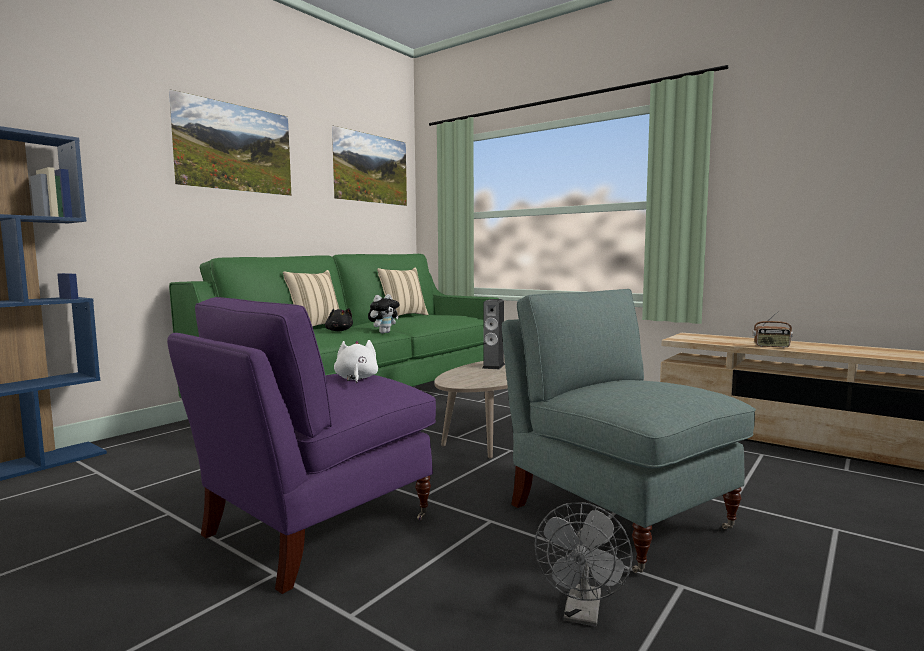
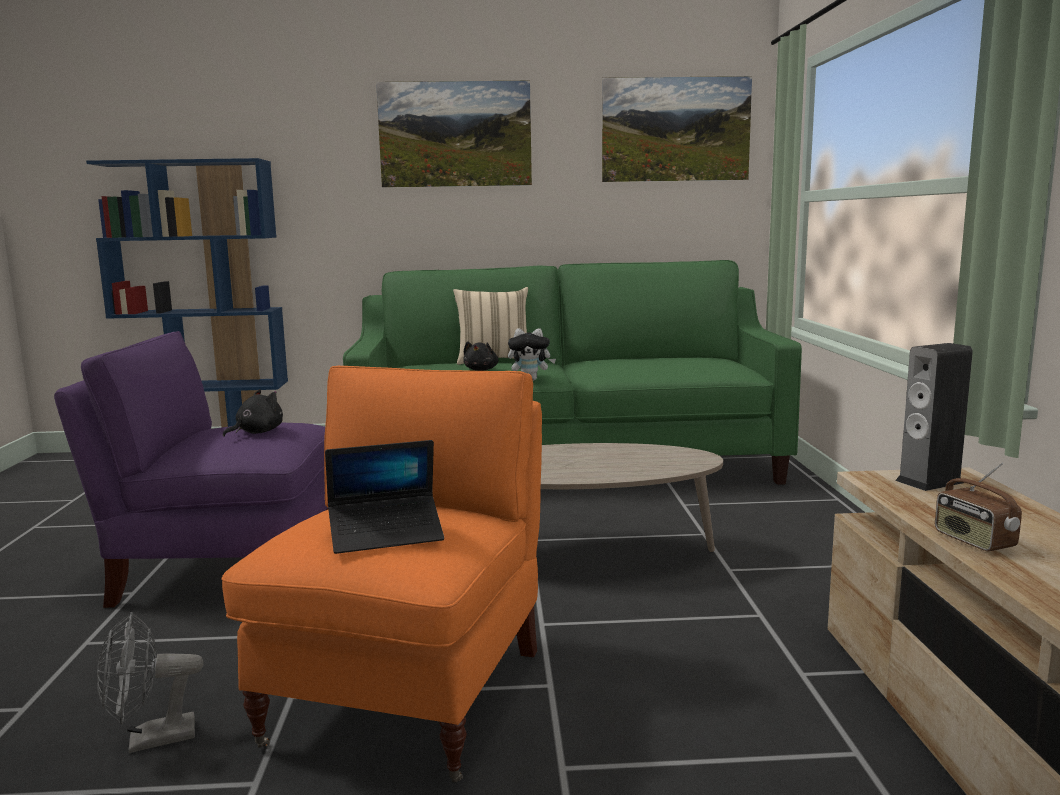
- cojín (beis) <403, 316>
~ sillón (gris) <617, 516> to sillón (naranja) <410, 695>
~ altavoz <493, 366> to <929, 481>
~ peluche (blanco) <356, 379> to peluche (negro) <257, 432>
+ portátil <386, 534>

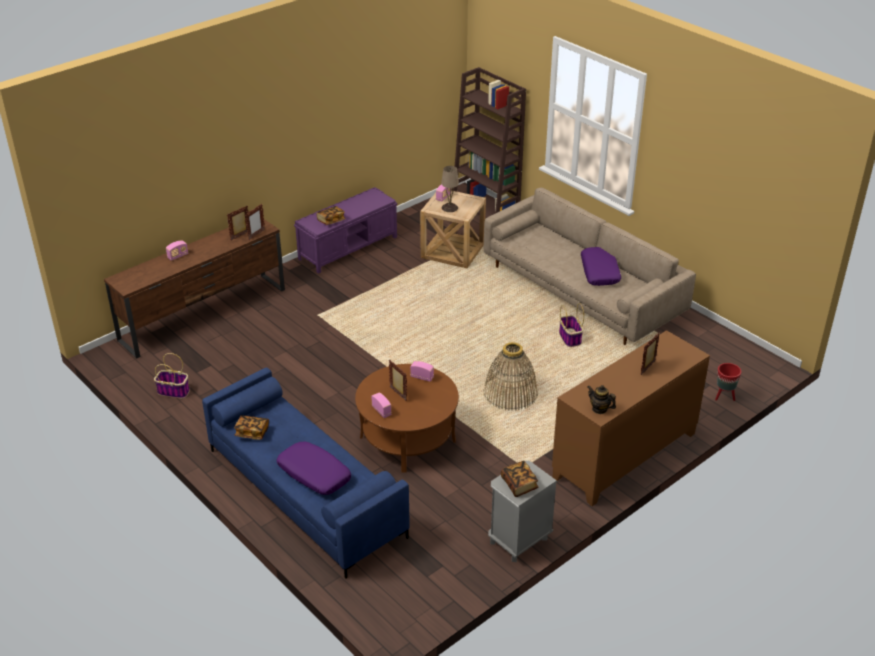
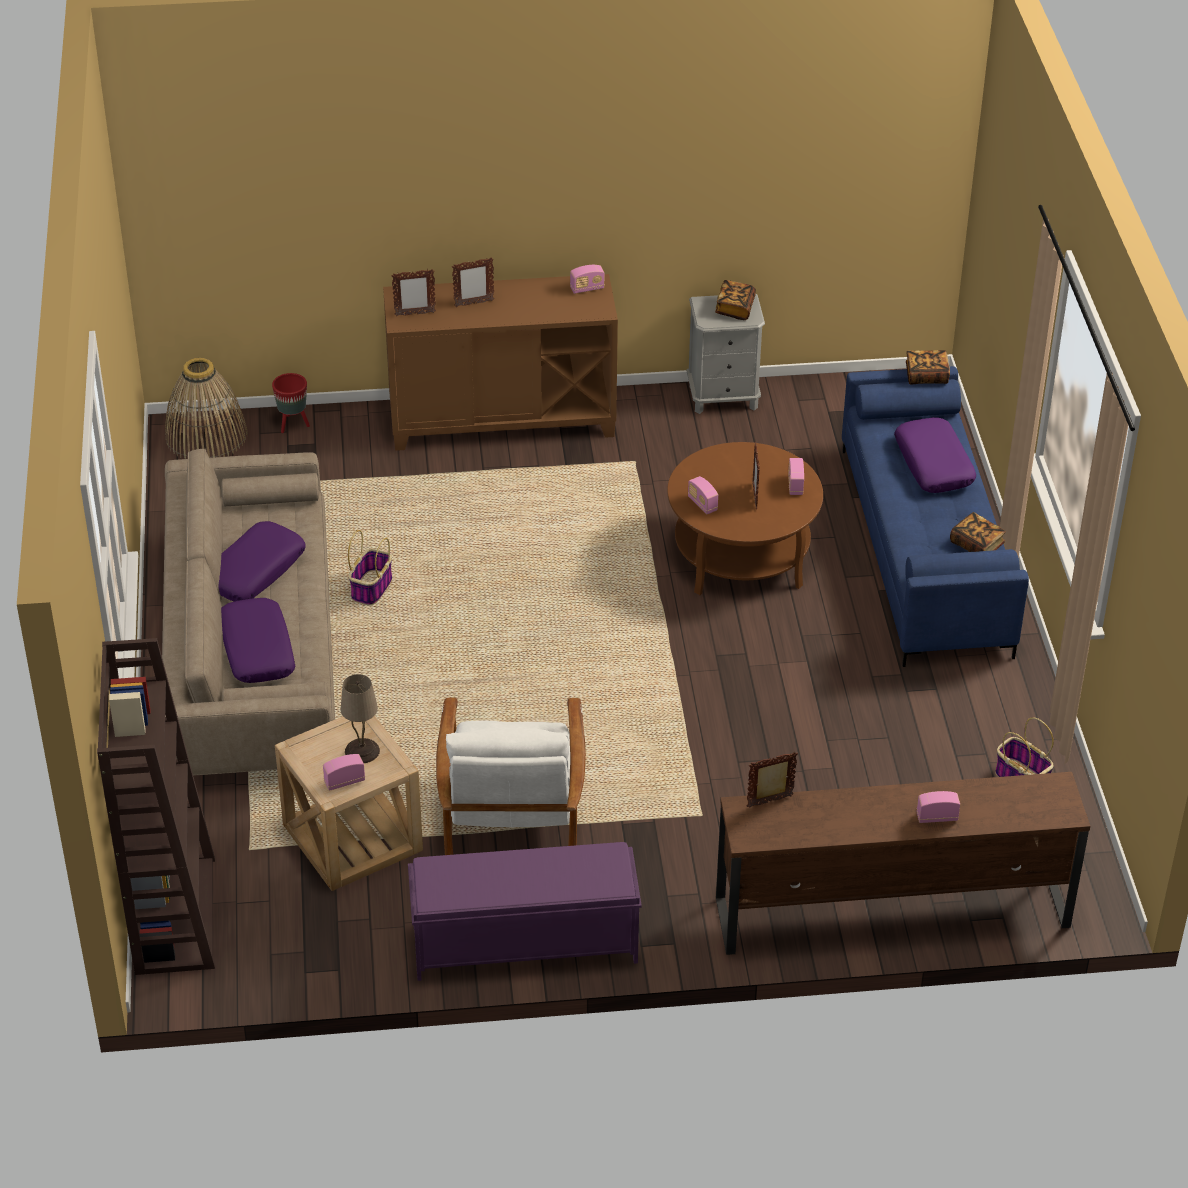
~ portarretratos <240, 236> to <414, 314>
~ libro <331, 221> to <926, 376>
~ cesta <510, 393> to <206, 436>
~ tetera <599, 409> to radio <587, 288>
+ cojín (morado) <256, 650>
+ sillón (blanco) <512, 818>

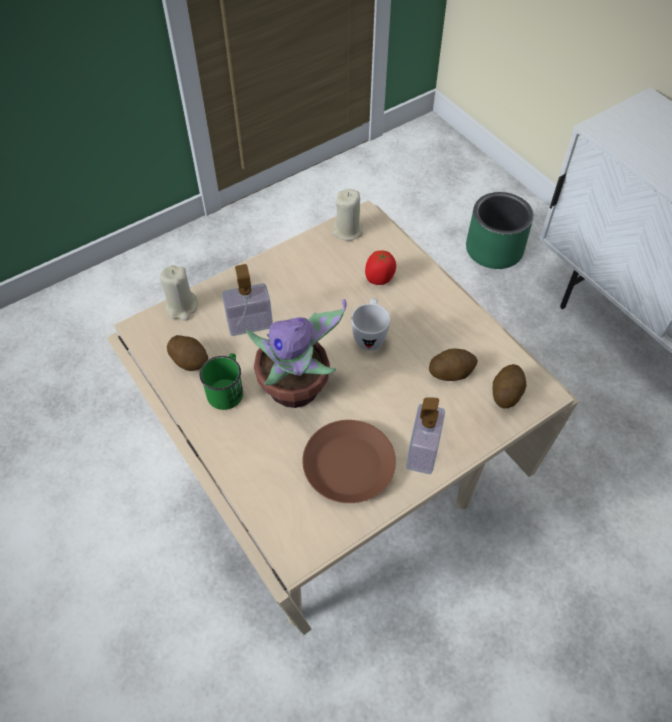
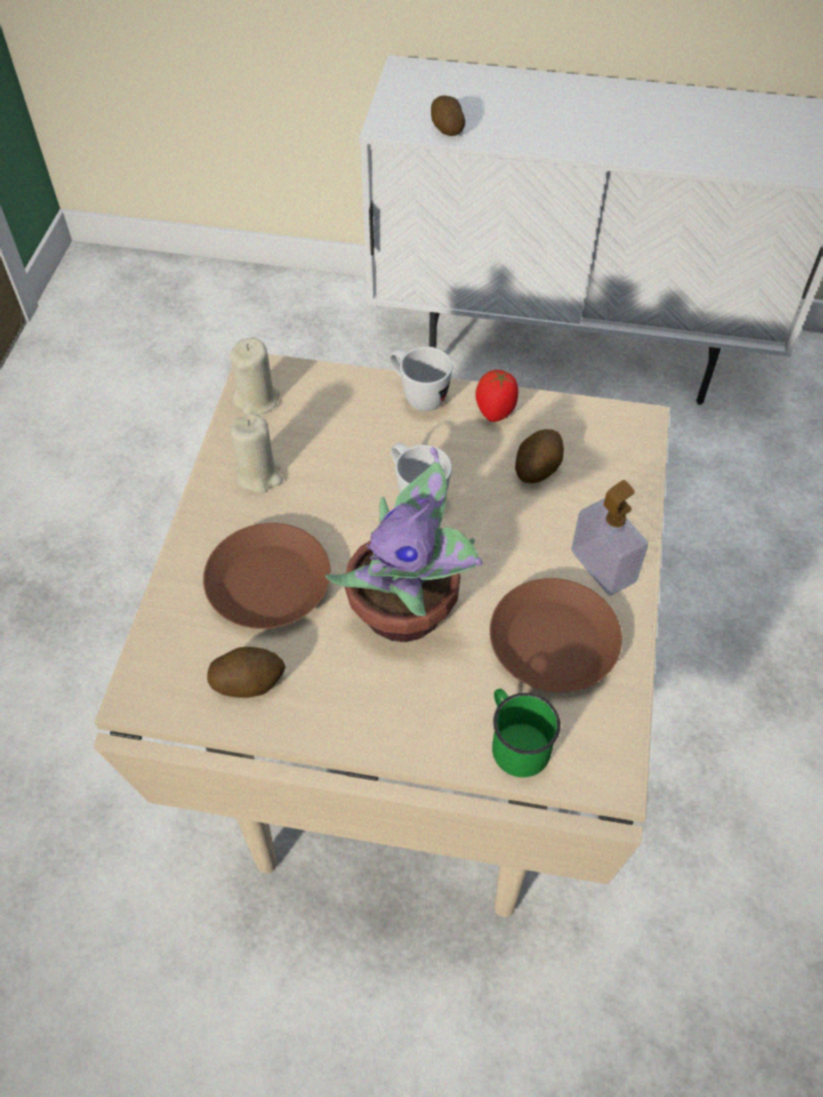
- maceta (verde) <493, 249>
~ tomate <380, 279> to <495, 412>
~ dispensador de jabón <250, 324> to plato (marrón) <269, 584>
~ vela (beis) <182, 307> to <259, 475>
~ taza grande (verde) <227, 389> to <515, 742>
~ patata <506, 393> to <446, 128>
+ taza grande (blanco) <418, 396>

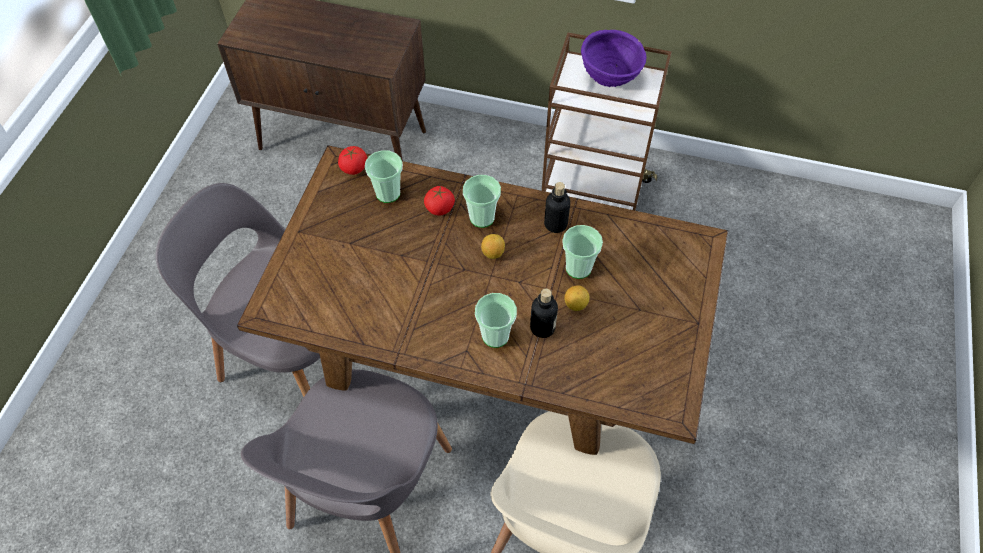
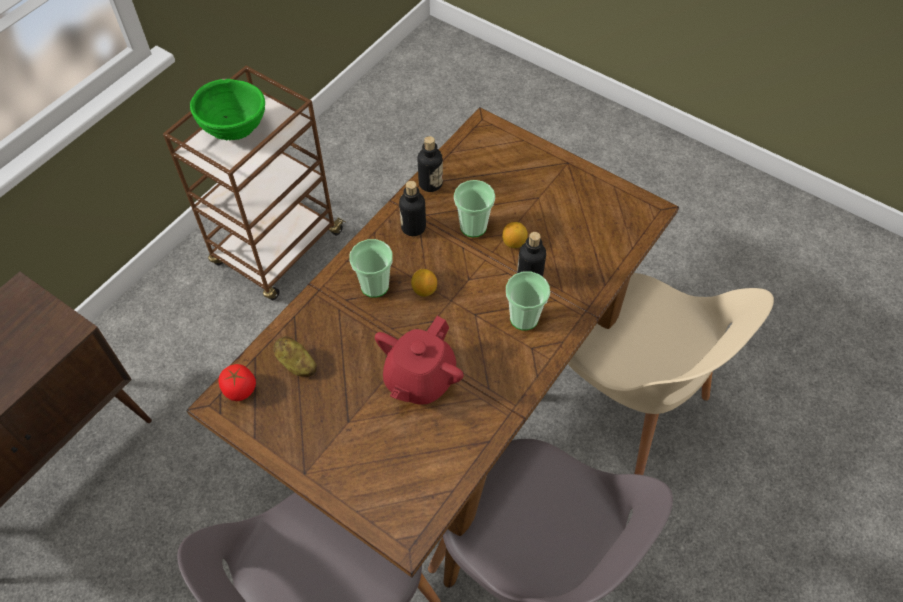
~ cuenco (morado) <609, 79> to cuenco (verde) <235, 131>
~ taza <388, 193> to patata <296, 364>
- tomate <439, 208>
+ botella <430, 183>
+ tetera (rojo) <419, 379>

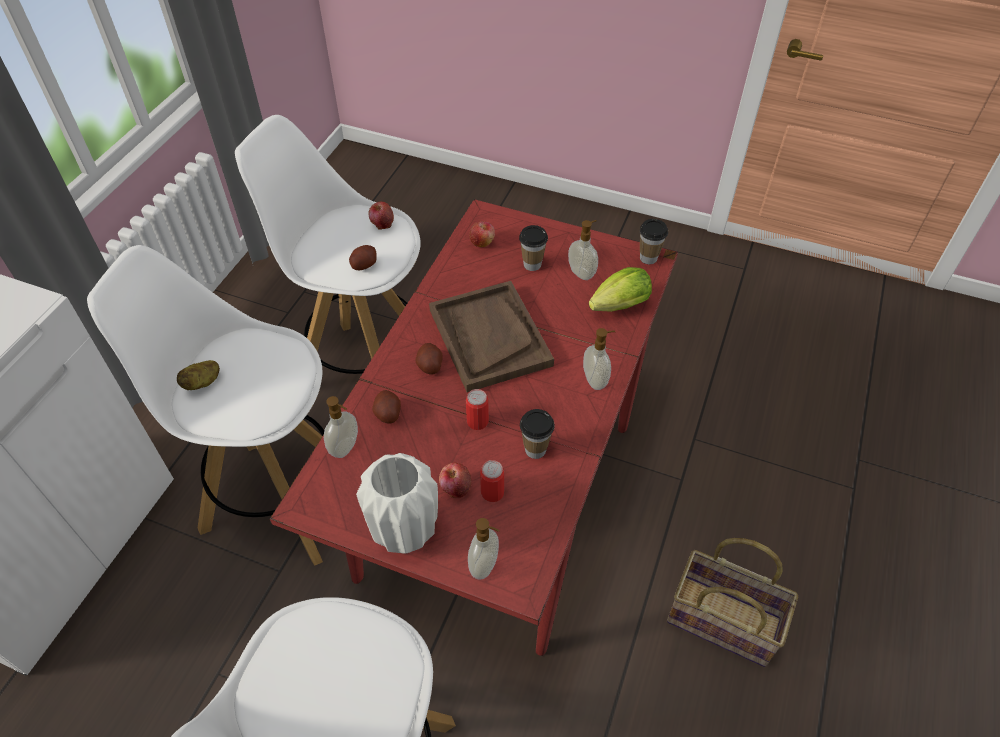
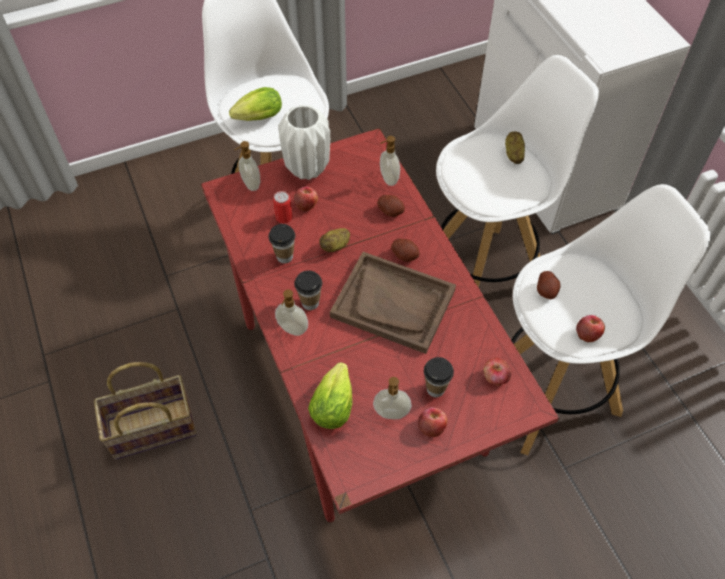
~ taza <648, 258> to <310, 303>
~ lata <477, 421> to patata <336, 246>
+ lechuga <256, 118>
+ manzana <431, 427>

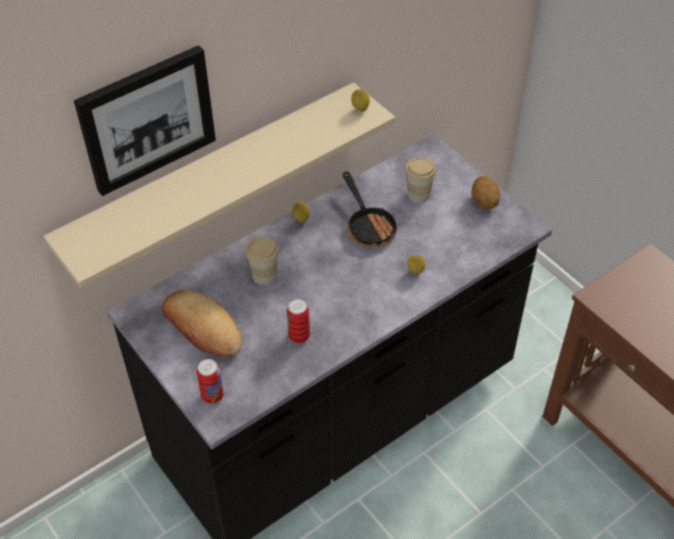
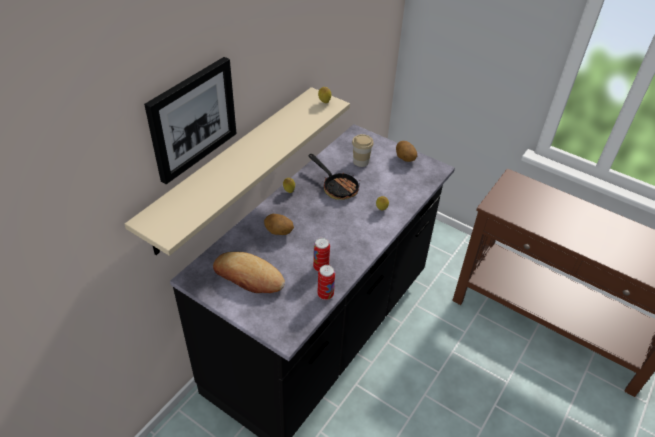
~ taza <264, 275> to patata <278, 232>
~ lata <212, 396> to <325, 294>

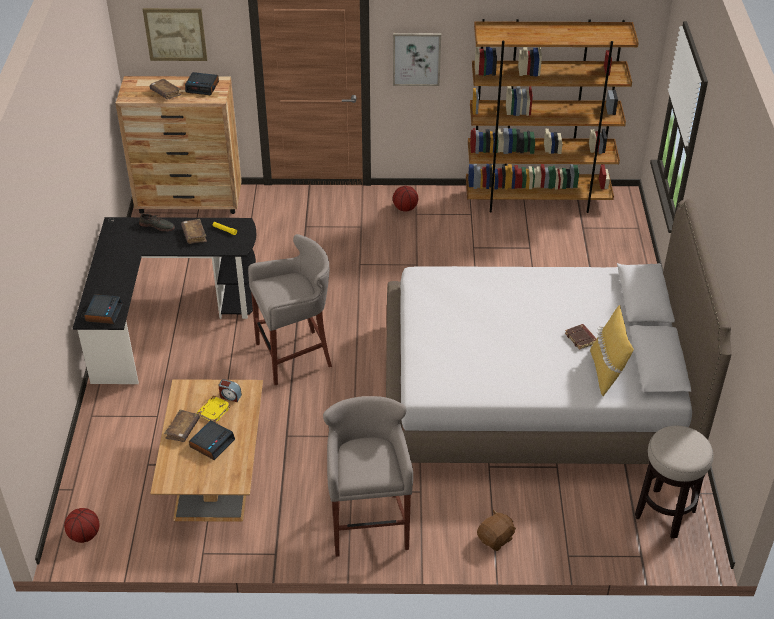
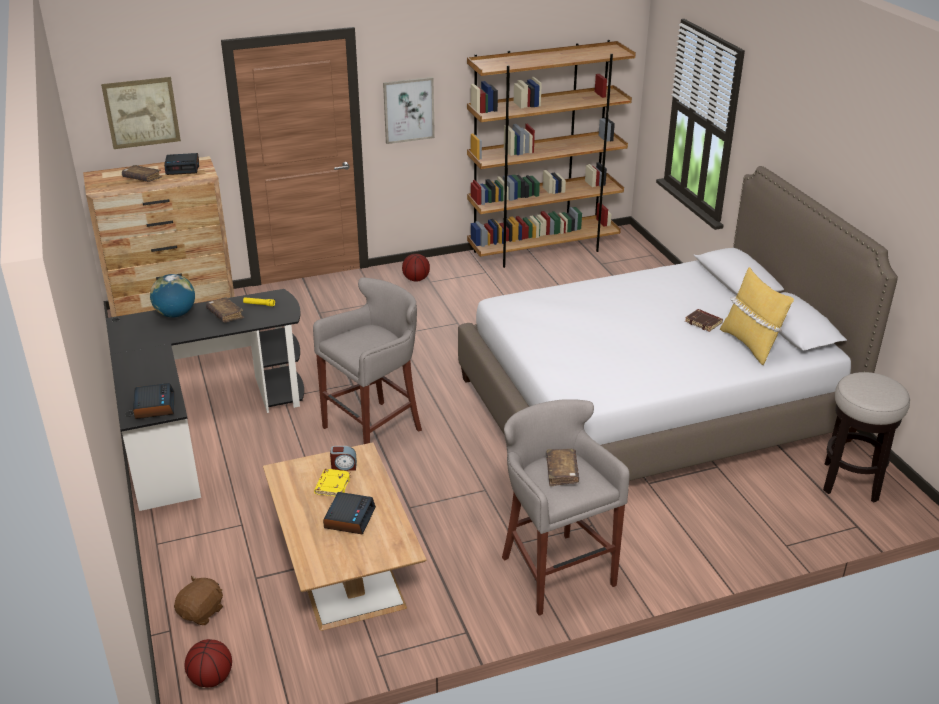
~ zapato (gris) <157, 225> to globo terráqueo <175, 314>
~ libro (marrón) <182, 429> to <562, 472>
~ peluche (marrón) <496, 539> to <202, 612>

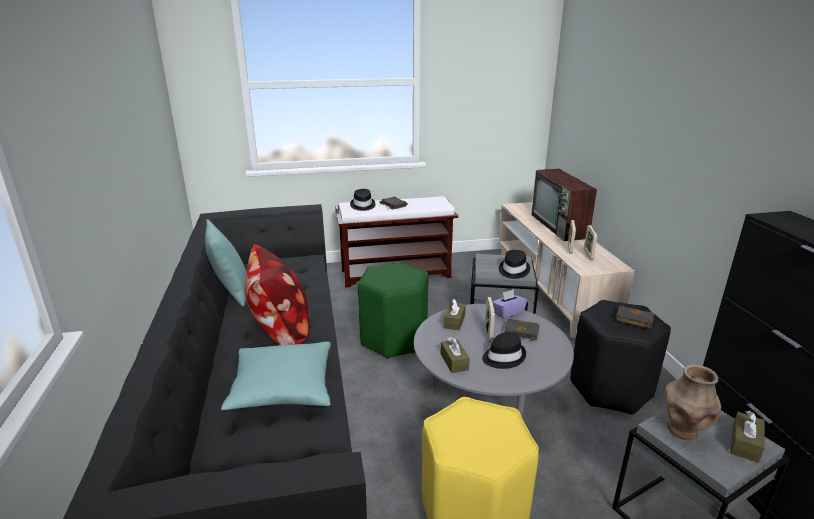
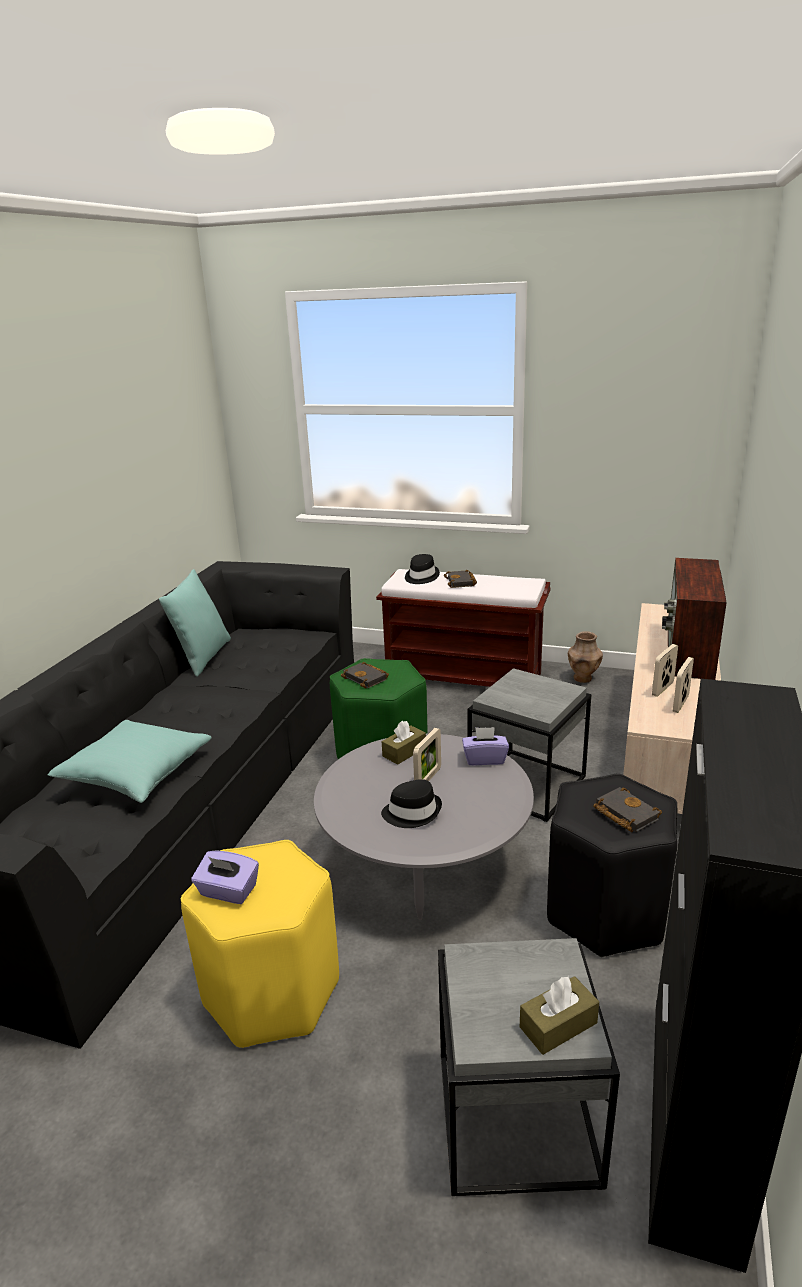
- cojín <280, 330>
- sombrero (negro) <513, 270>
~ libro (negro) <522, 331> to <367, 678>
- caja de pañuelos (marrón) <454, 361>
~ florero (marrón) <683, 431> to <583, 678>
+ caja de pañuelos (morado) <228, 891>

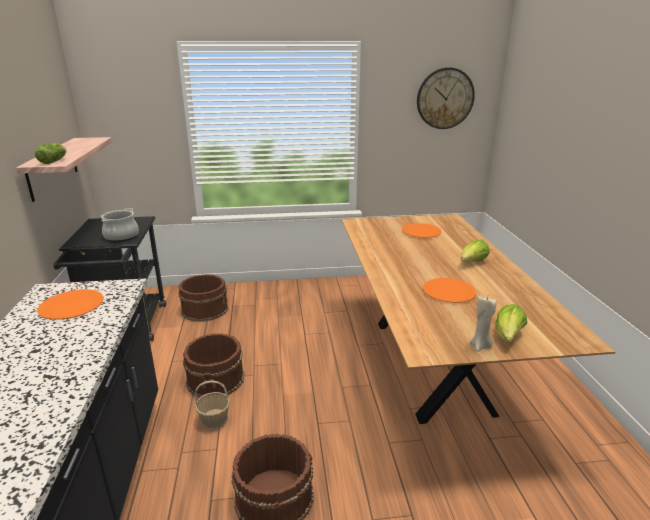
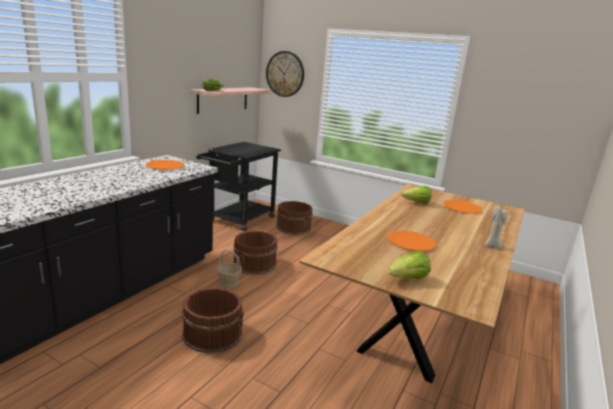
~ reloj de pared <445, 98> to <285, 74>
- olla <121, 236>
~ lechuga <472, 263> to <416, 203>
~ vela (beis) <480, 346> to <492, 246>

